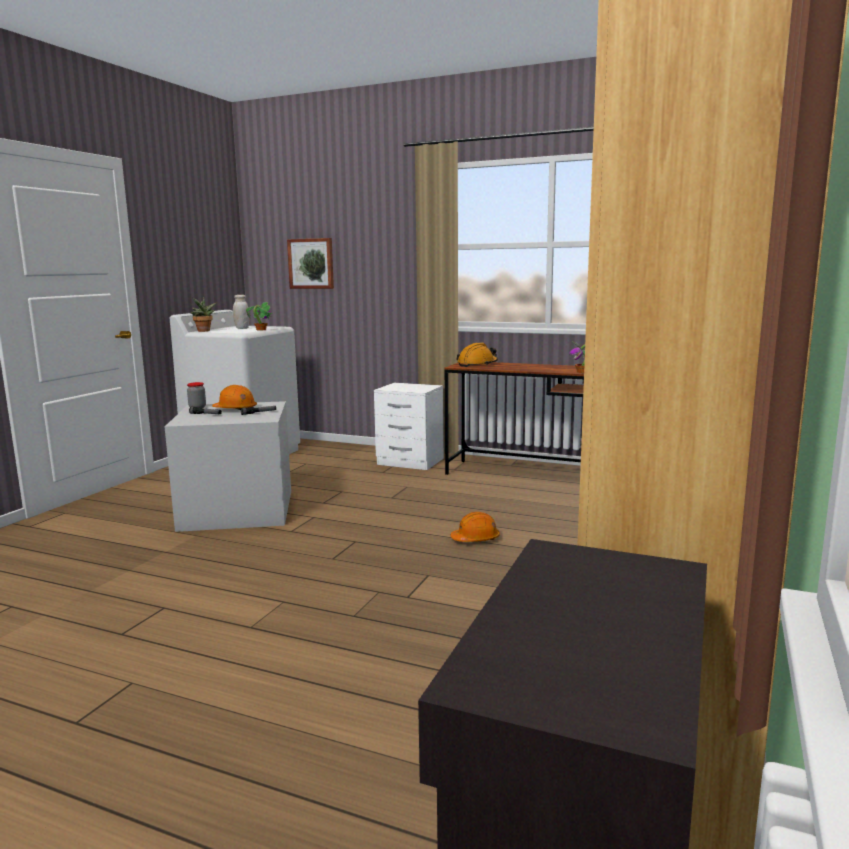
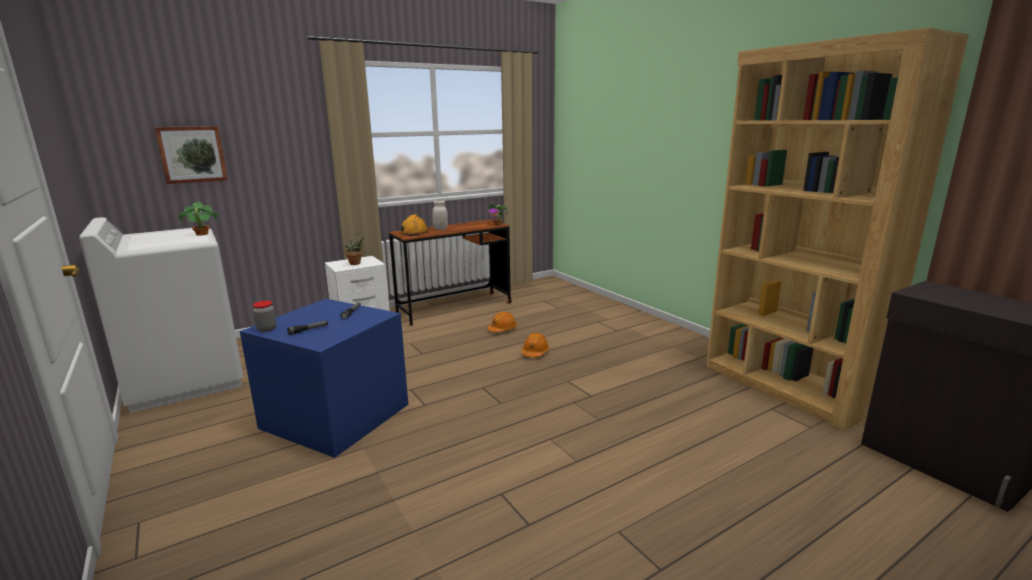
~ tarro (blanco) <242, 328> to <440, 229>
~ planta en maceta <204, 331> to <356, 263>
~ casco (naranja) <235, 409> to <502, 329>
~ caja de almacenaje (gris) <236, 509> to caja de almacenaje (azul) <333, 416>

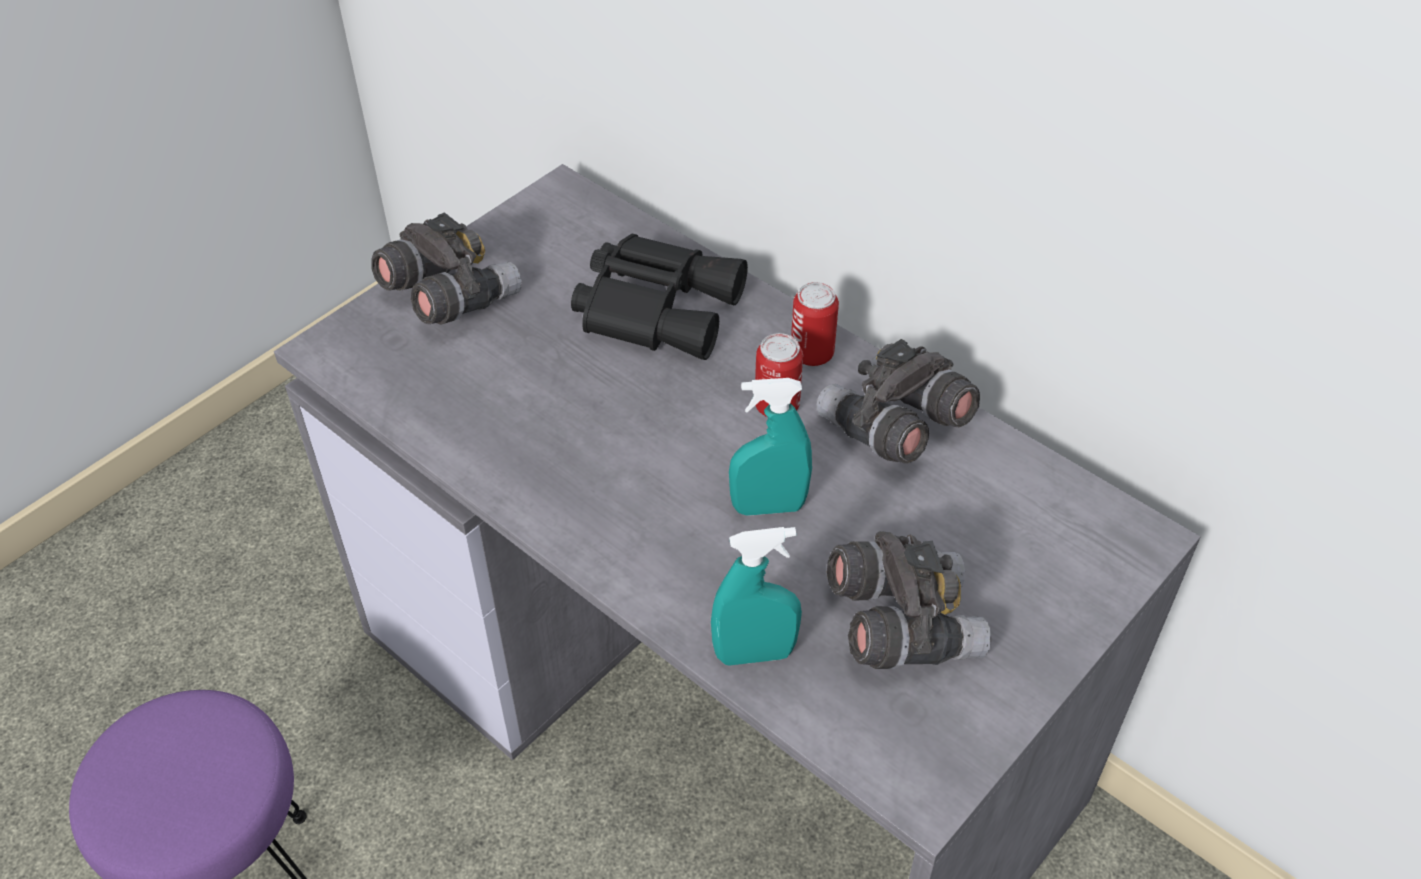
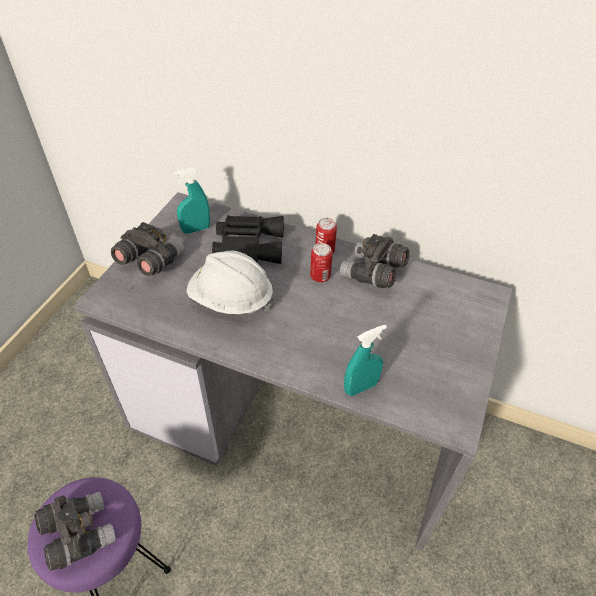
~ pulverizador (turquesa) <768, 507> to <196, 229>
~ prismáticos (gris) <901, 624> to <79, 534>
+ casco (blanco) <231, 299>

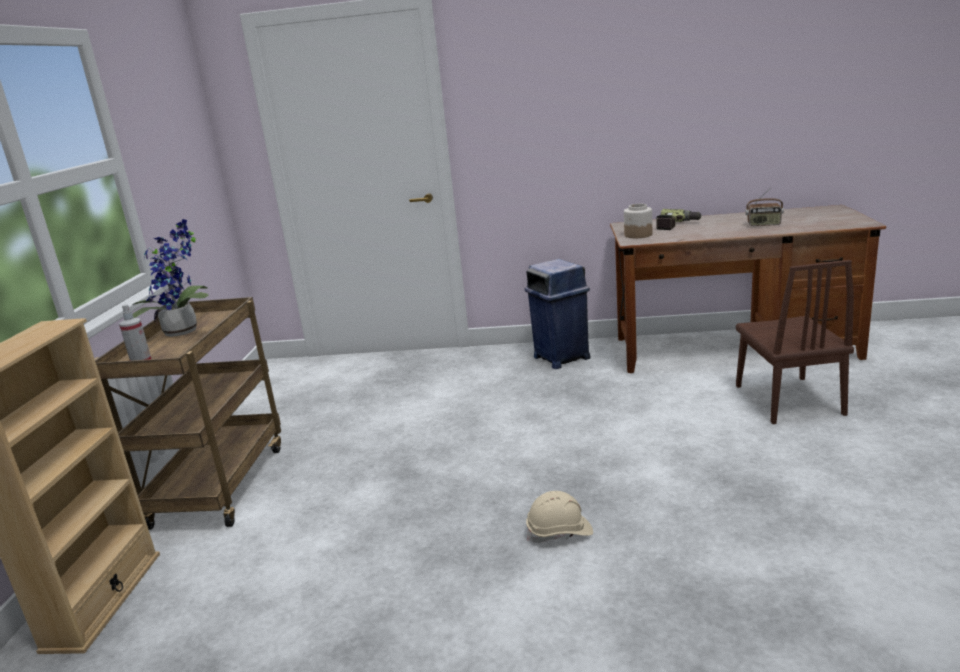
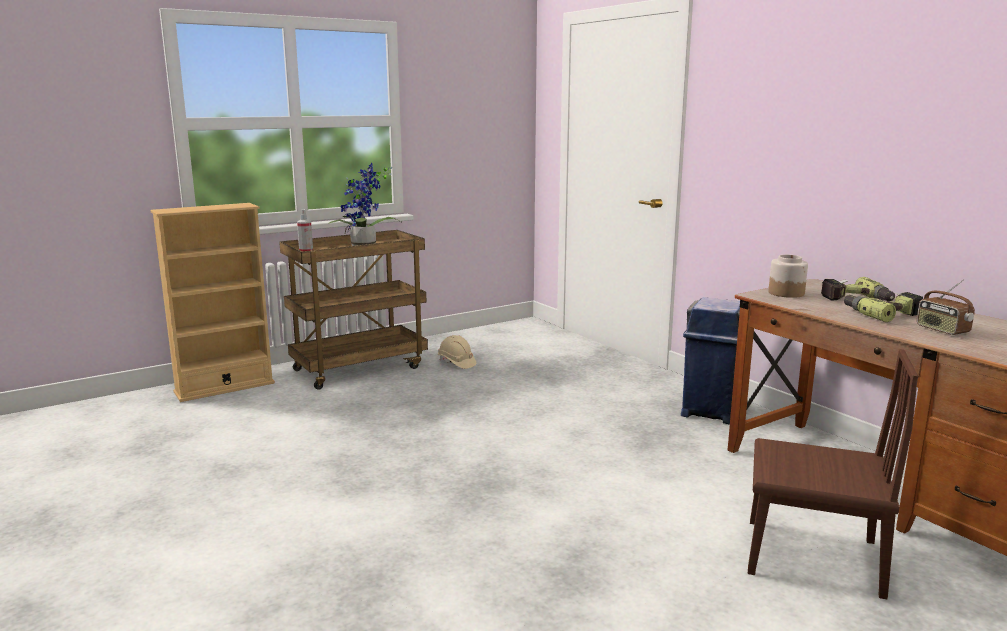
~ silla (marrón) <788, 399> = <812, 557> 120 degrees counterclockwise
~ casco (beis) <559, 532> to <456, 363>
+ taladro <882, 313>

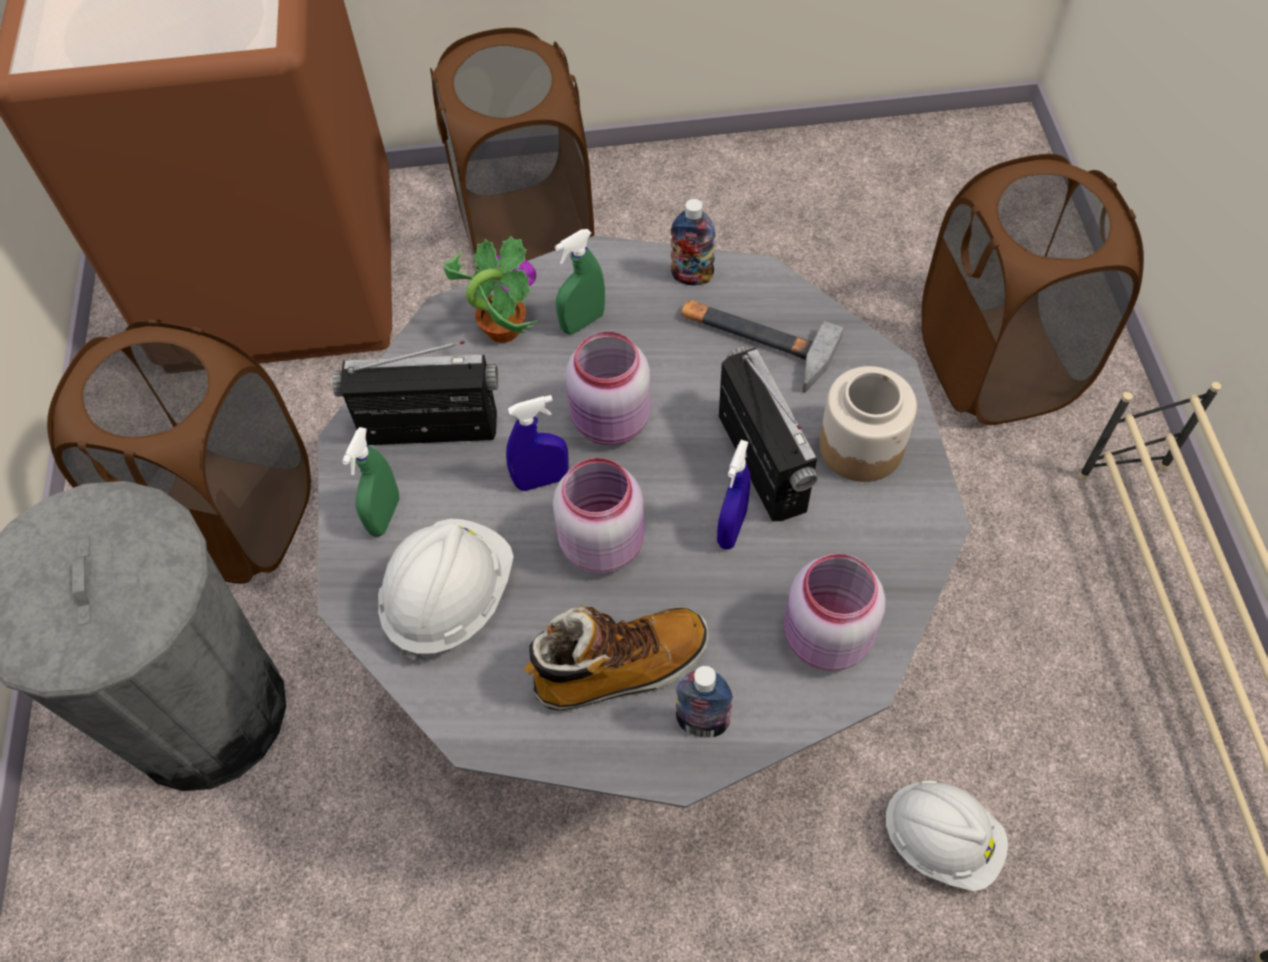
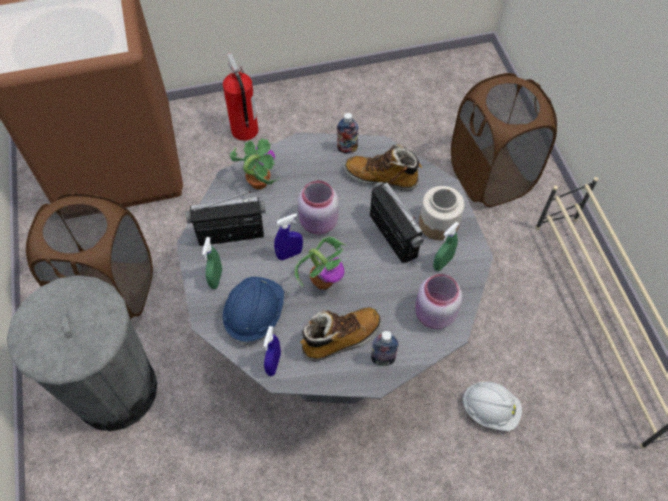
~ cesto de la ropa (marrón) <525, 237> to extintor <244, 131>
~ pulverizador (verde) <582, 322> to <442, 263>
~ martillo <754, 341> to bota <381, 178>
~ pulverizador (azul) <732, 528> to <273, 364>
~ tarro (rosa) <602, 541> to planta en maceta <323, 280>
~ casco (blanco) <449, 598> to casco (azul) <254, 315>

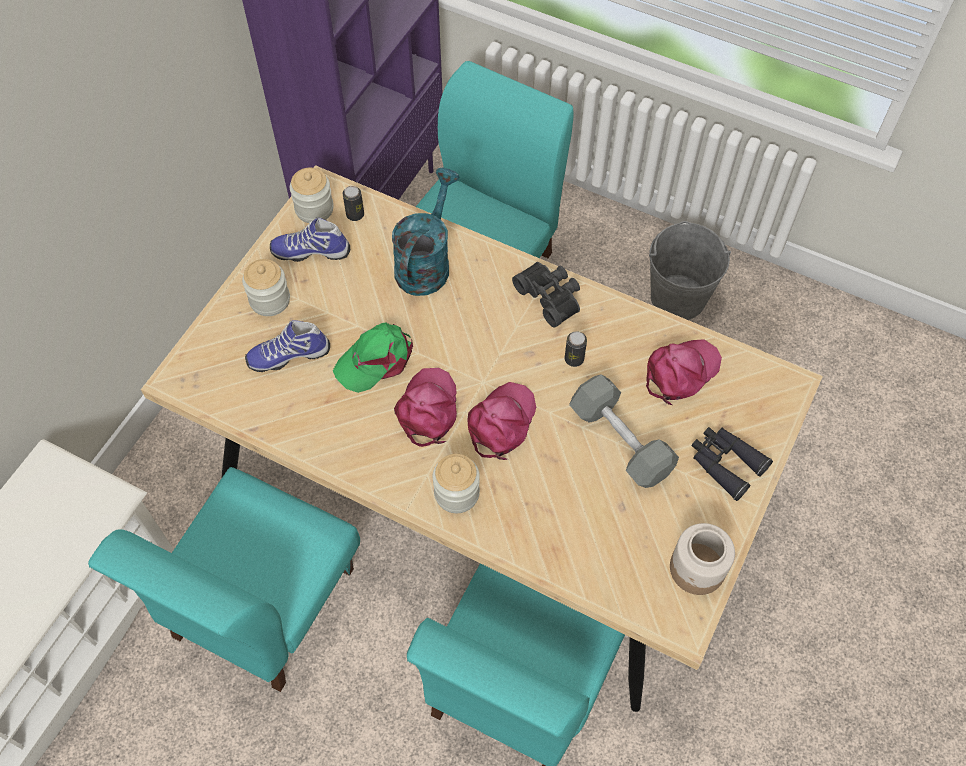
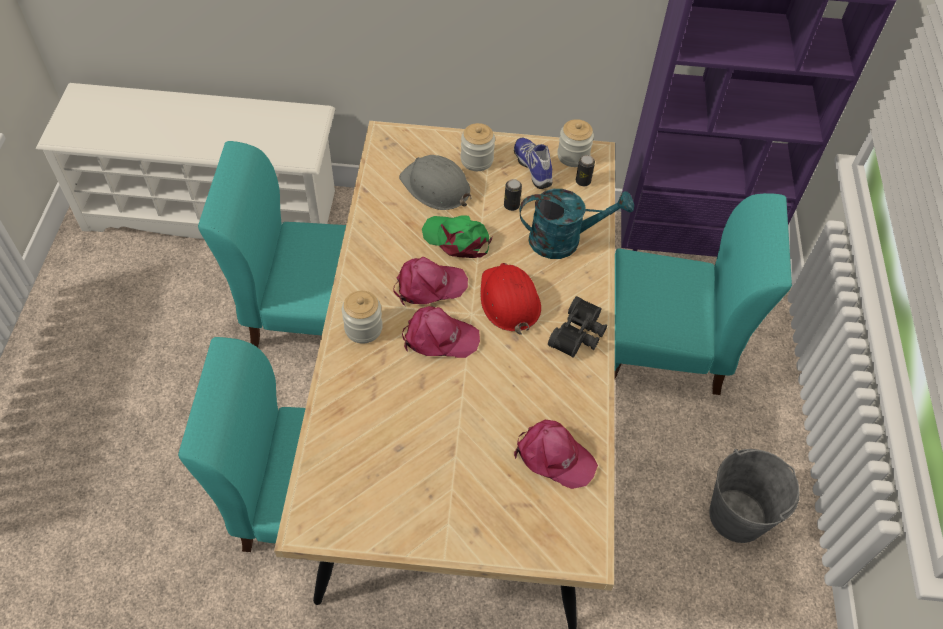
~ zapato <288, 354> to casco (gris) <436, 187>
~ lata <574, 359> to <511, 205>
- mancuerna (gris) <620, 441>
- prismáticos (negro) <725, 463>
- tarro <697, 569>
+ casco (rojo) <509, 300>

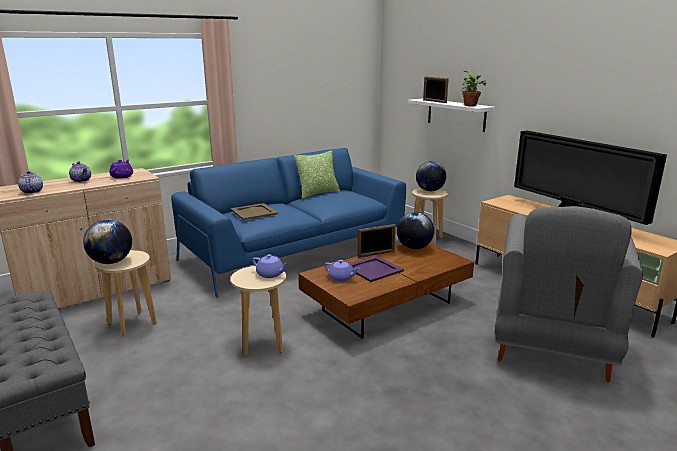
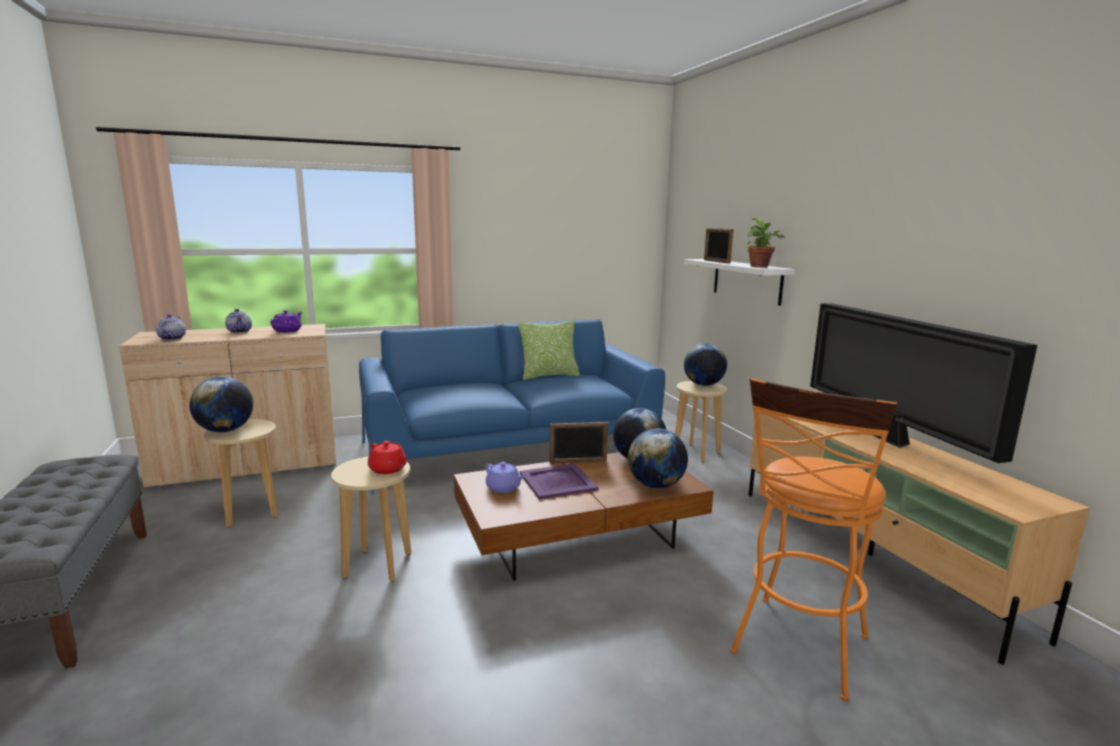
- bandeja (beis) <253, 212>
~ sillón (gris) <551, 349> to taburete (naranja) <797, 651>
~ tetera (morado) <270, 274> to tetera (rojo) <388, 469>
+ globo terráqueo <656, 485>

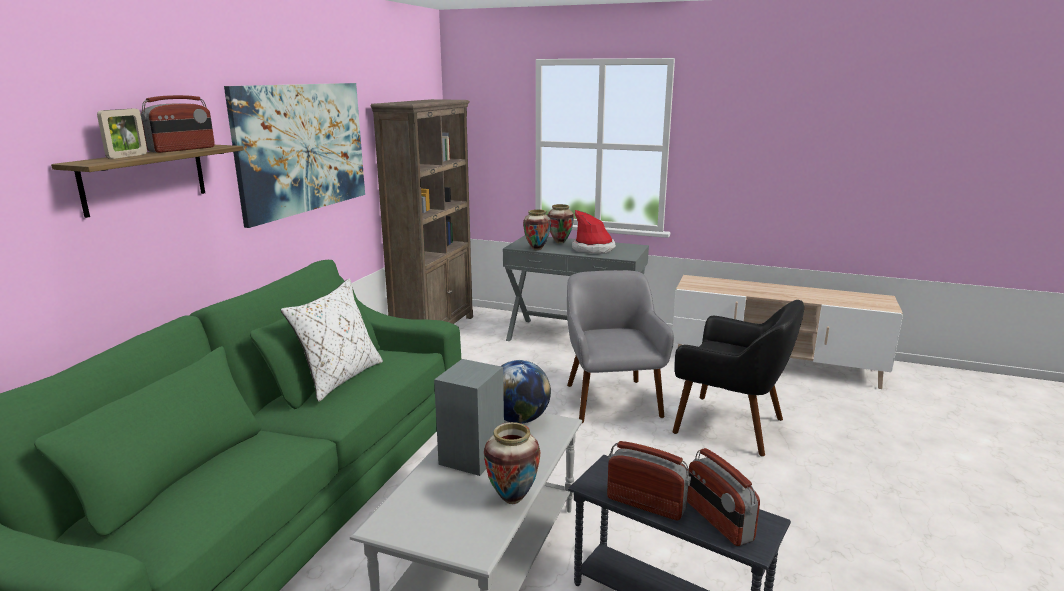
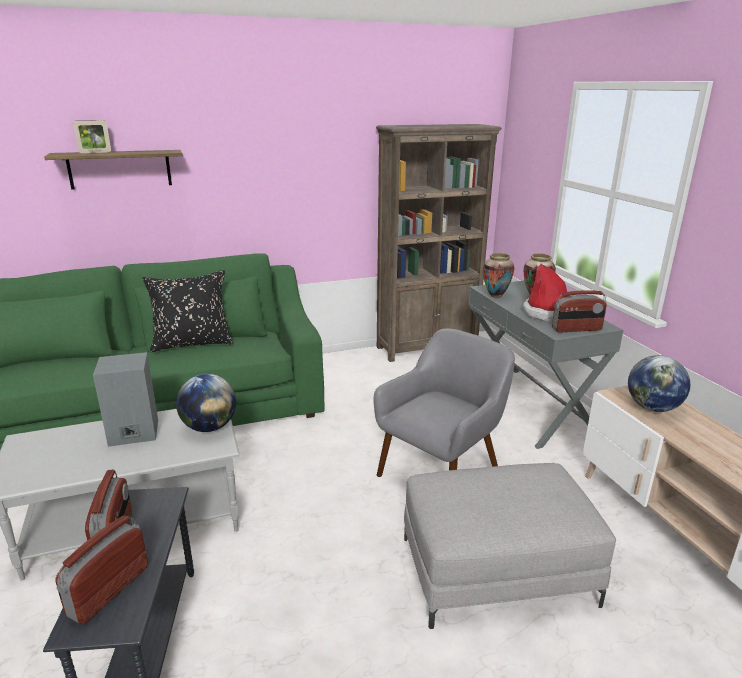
- cuadro <303, 148>
~ radio <182, 149> to <576, 329>
~ cojín (blanco) <339, 378> to cojín (negro) <192, 343>
~ sillón (negro) <730, 426> to puf (gris) <497, 571>
- florero <512, 499>
+ globo terráqueo <652, 408>

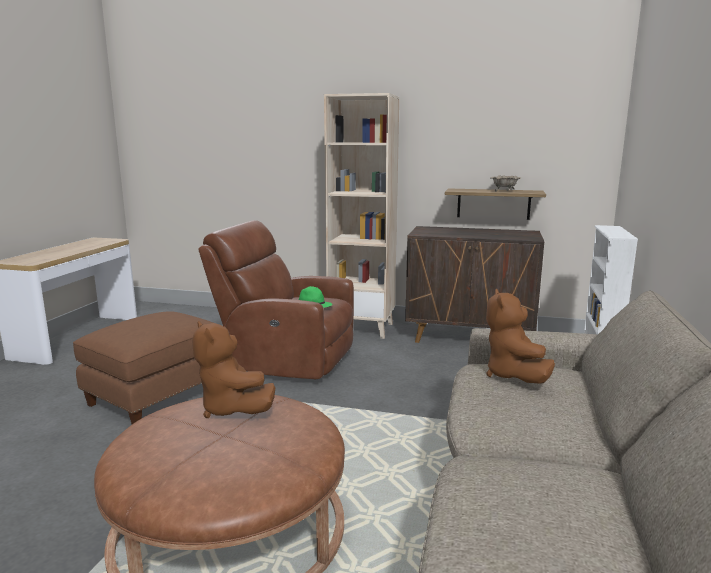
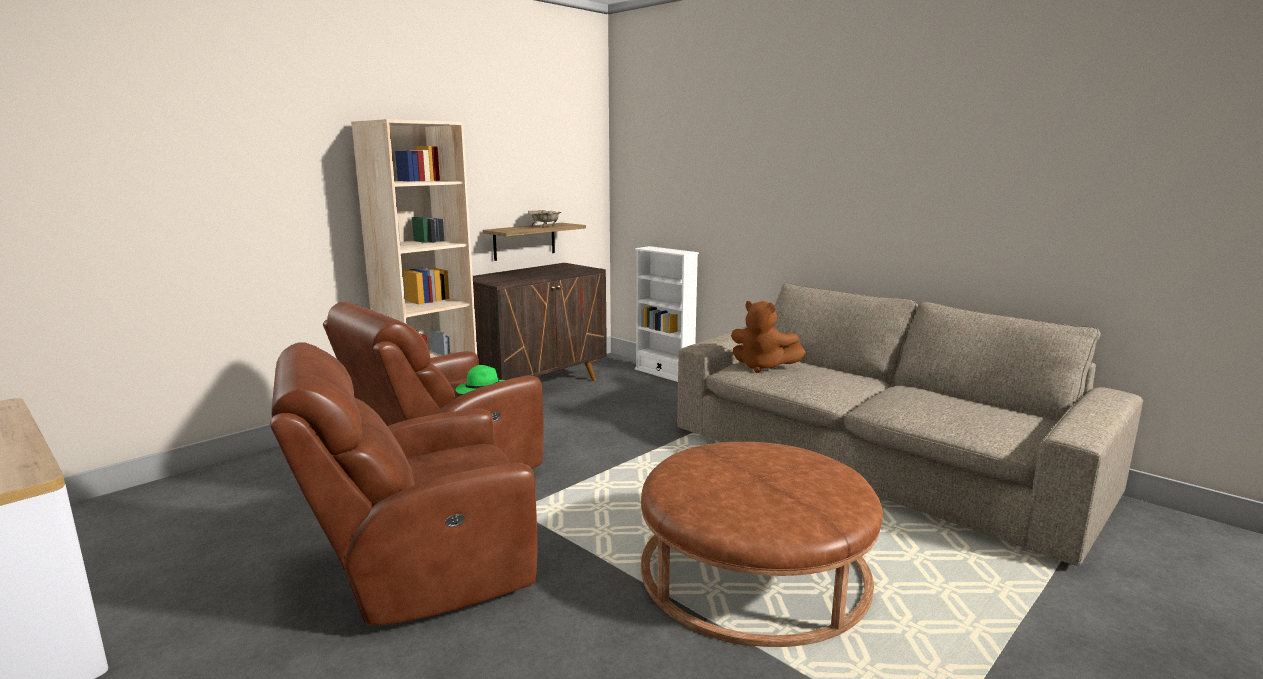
~ puf (marrón) <157, 395> to sillón (marrón) <420, 573>
- peluche (marrón) <232, 409>

